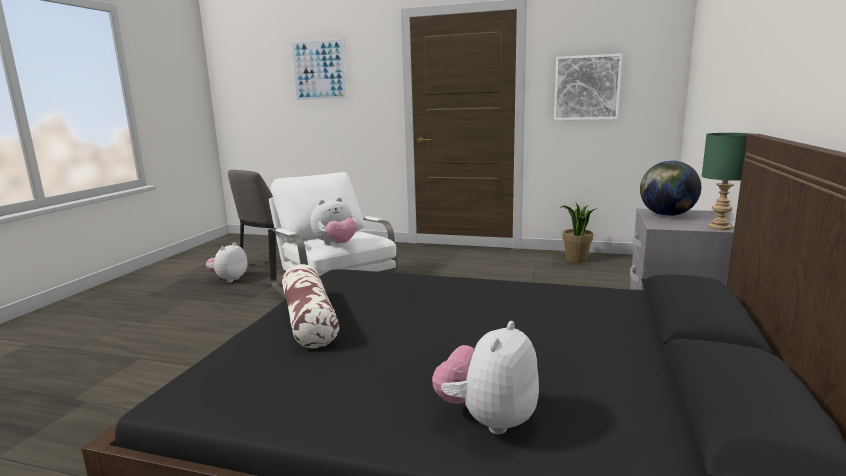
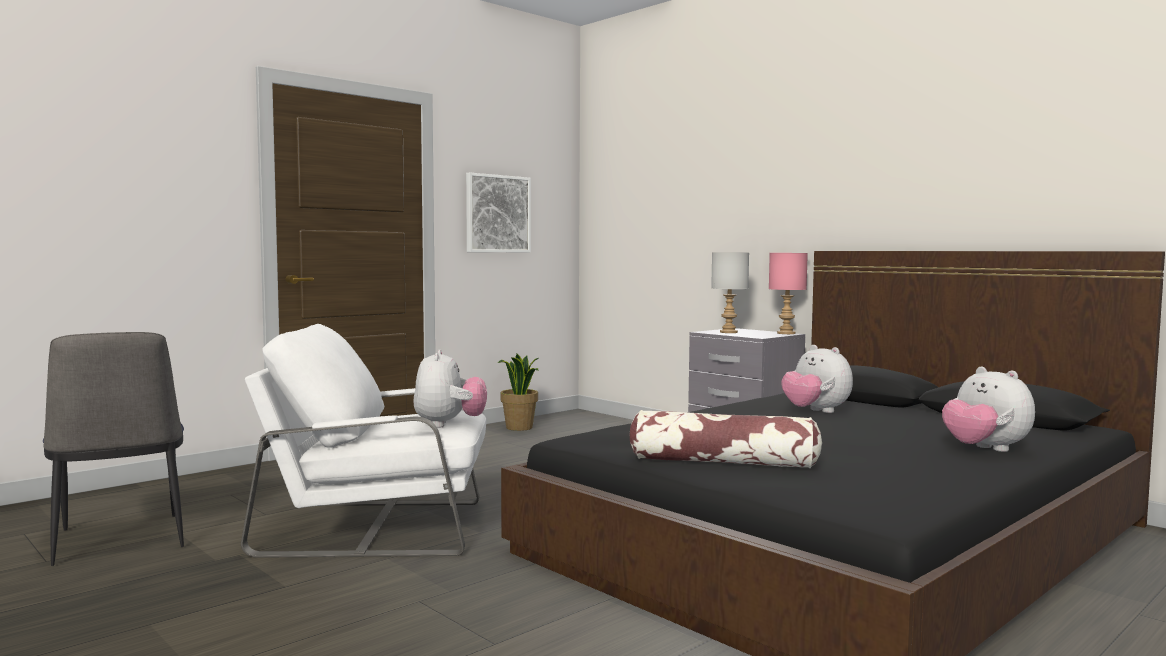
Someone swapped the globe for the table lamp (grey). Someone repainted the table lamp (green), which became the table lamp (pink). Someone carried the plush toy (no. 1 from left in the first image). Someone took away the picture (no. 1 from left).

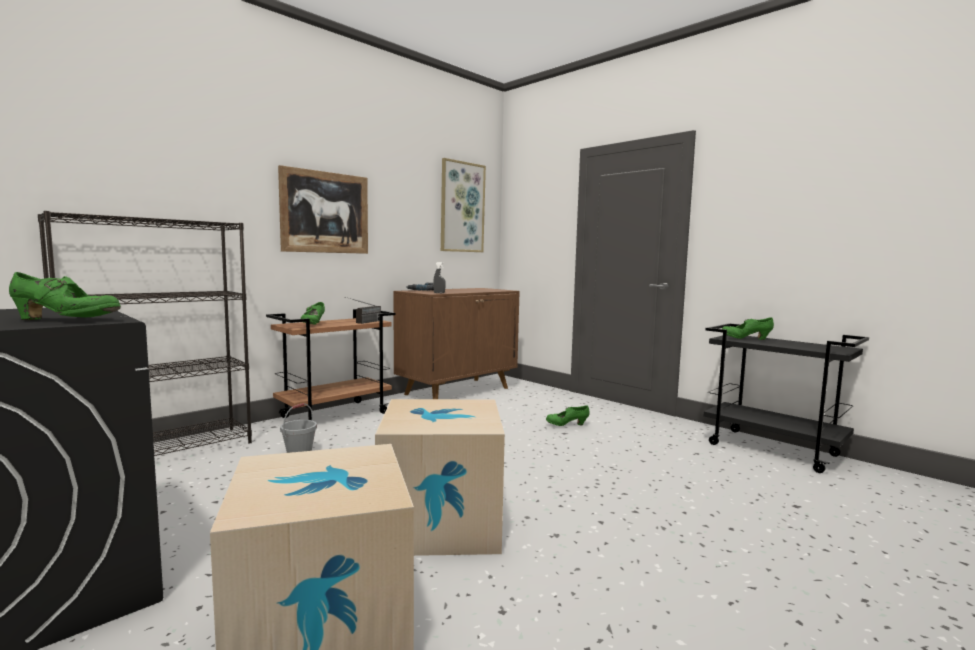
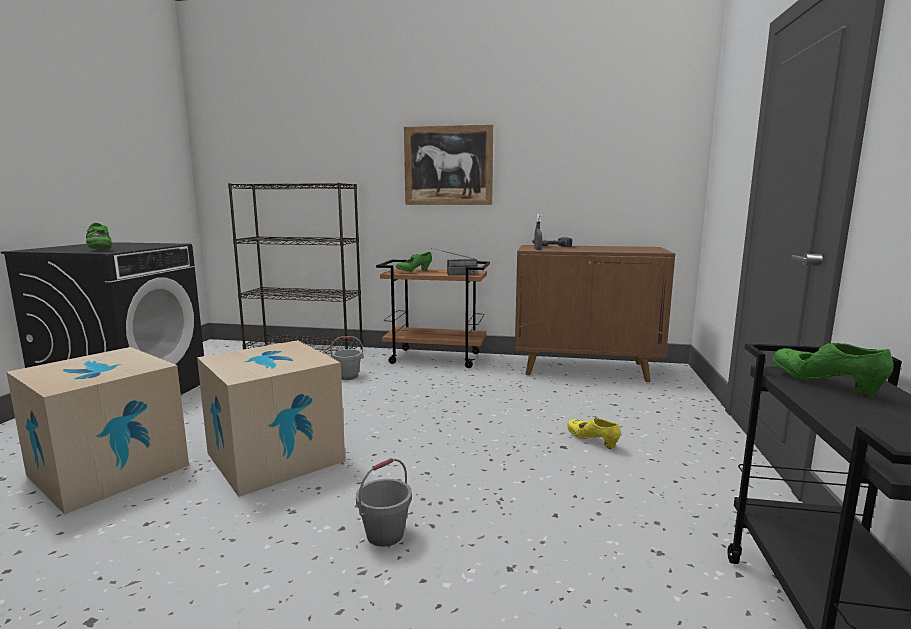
Someone put down the bucket (grey) (no. 2 from left). Someone repainted the shoe (green) (no. 3 from left), which became the shoe (yellow). Someone took away the picture (no. 2 from left).

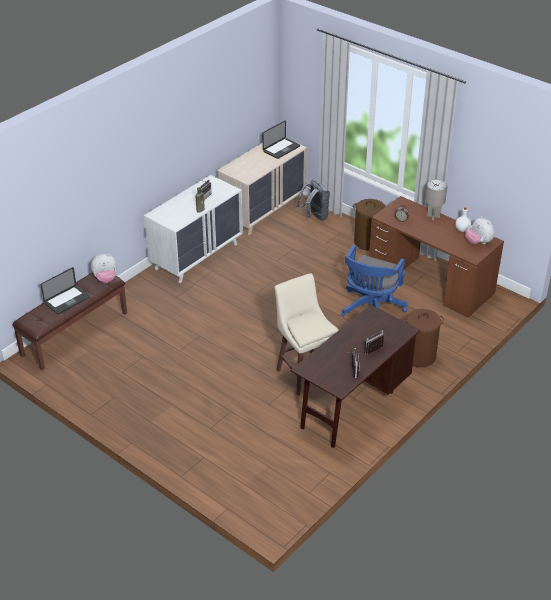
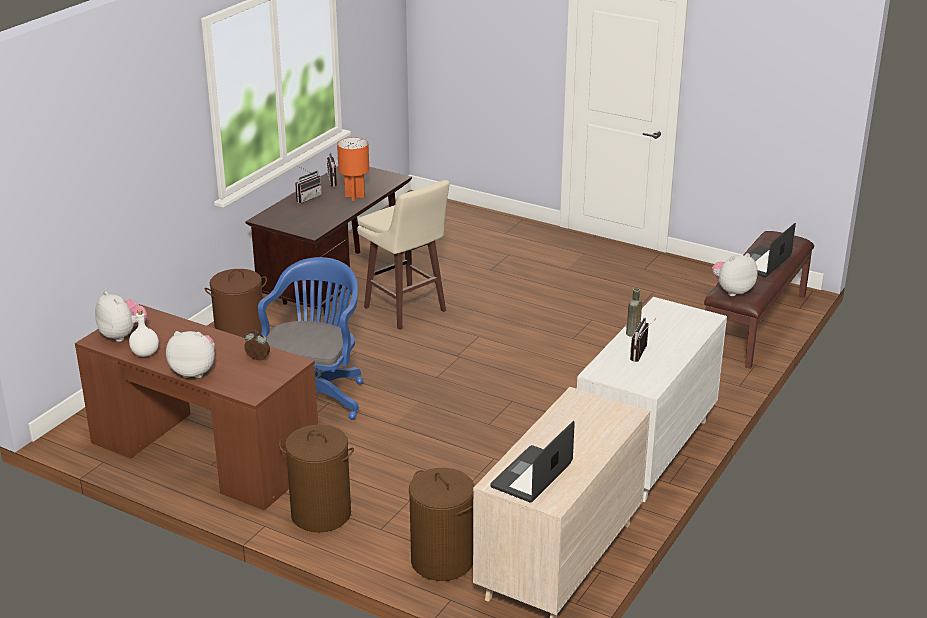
Someone swapped the table lamp (grey) for the plush toy (no. 2 from left). Someone put down the table lamp (orange). Someone swapped the backpack (grey) for the laundry basket (brown) (no. 3 from left).

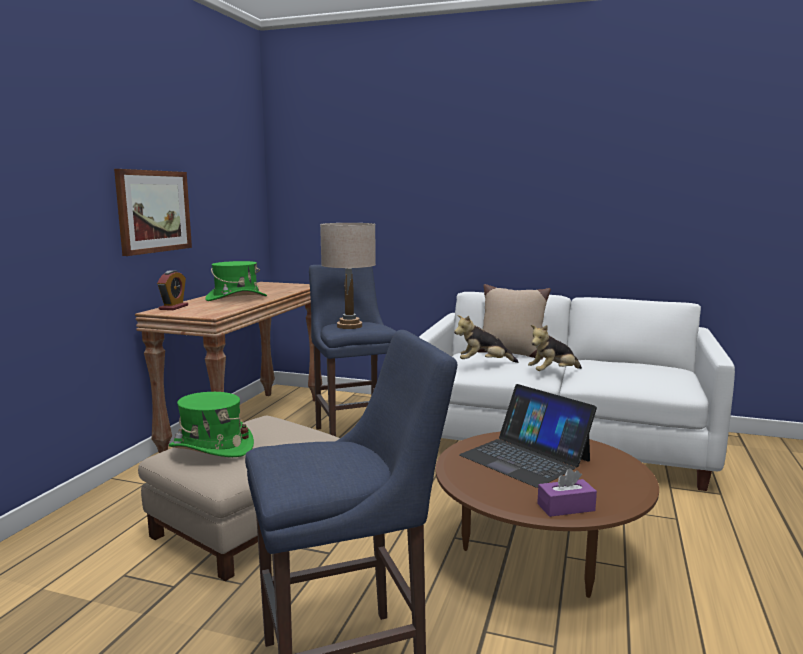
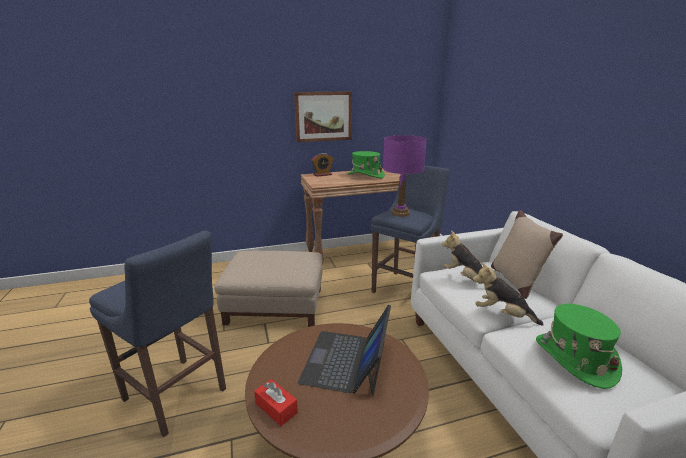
Someone repainted the tissue box (purple), which became the tissue box (red). Someone repainted the table lamp (beige), which became the table lamp (purple). Someone carried the hat (green) (no. 1 from left in the first image).

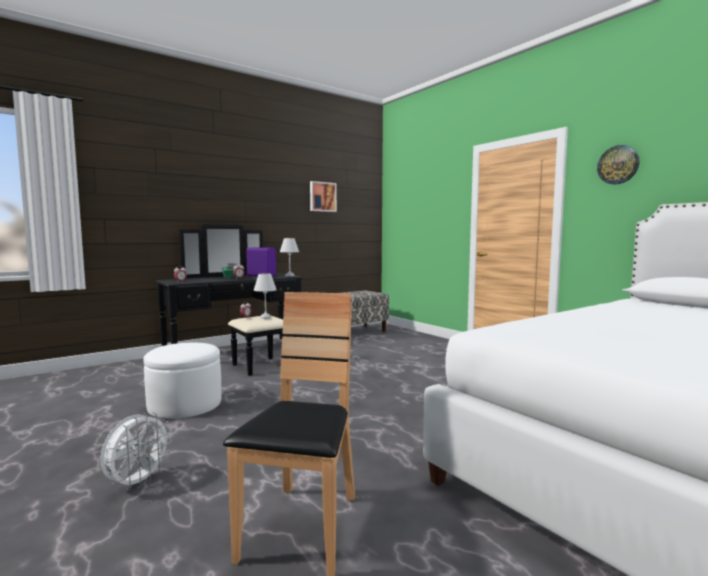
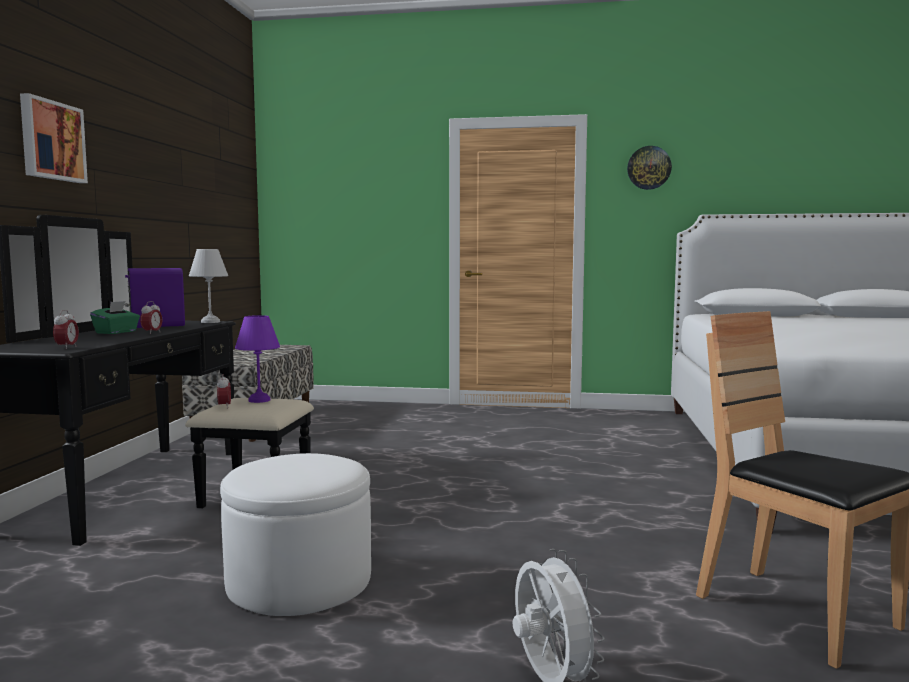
Someone carried the picture. Someone repainted the table lamp (white) (no. 1 from left), which became the table lamp (purple).

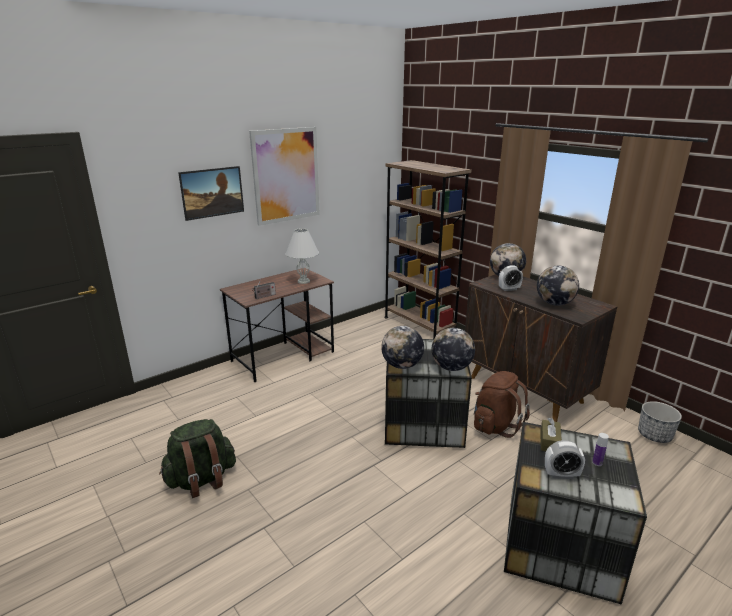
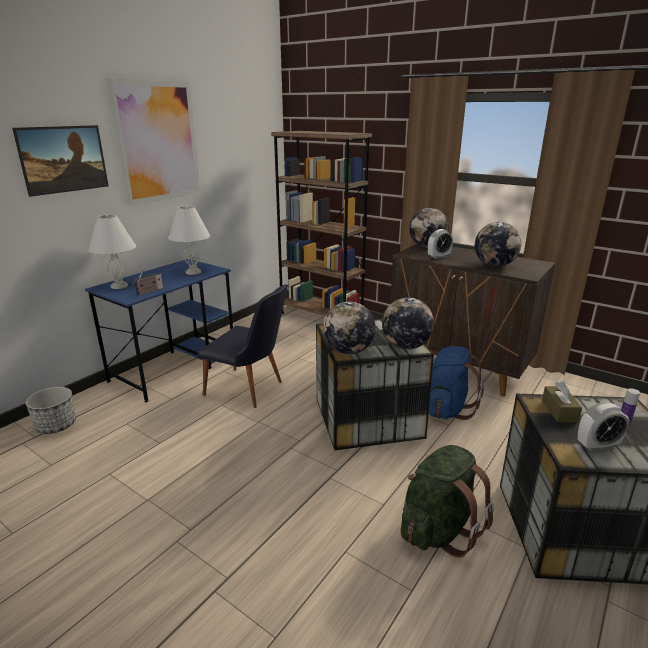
Someone carried the planter. Someone repainted the desk (brown), which became the desk (blue). Someone put down the table lamp (white) (no. 1 from left). Someone put down the chair (black). Someone carried the backpack (green). Someone repainted the backpack (brown), which became the backpack (blue).

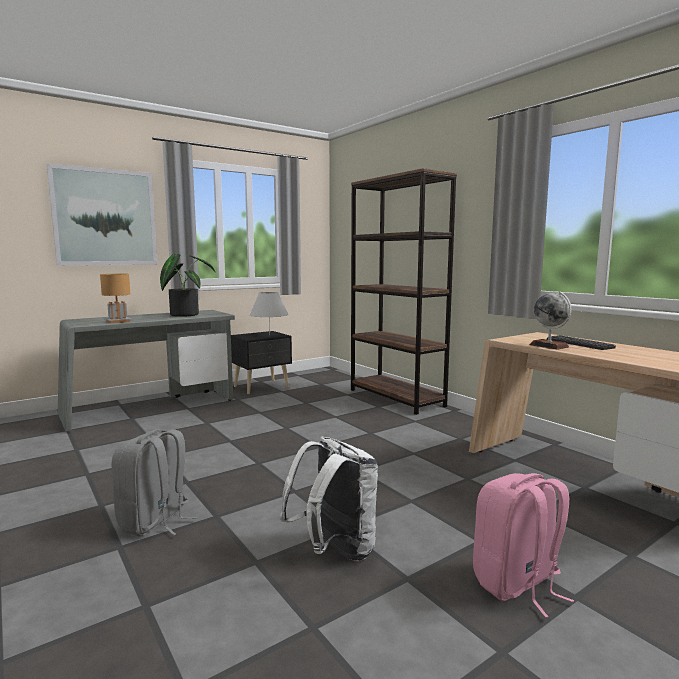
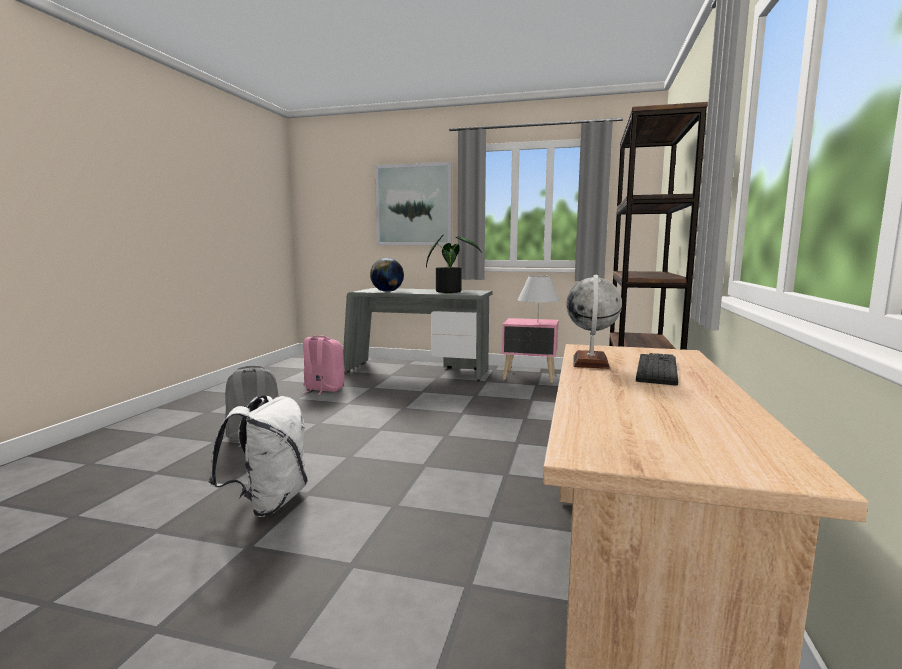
Someone carried the backpack (pink). Someone swapped the table lamp (brown) for the globe (no. 1 from left). Someone repainted the nightstand (black), which became the nightstand (pink).

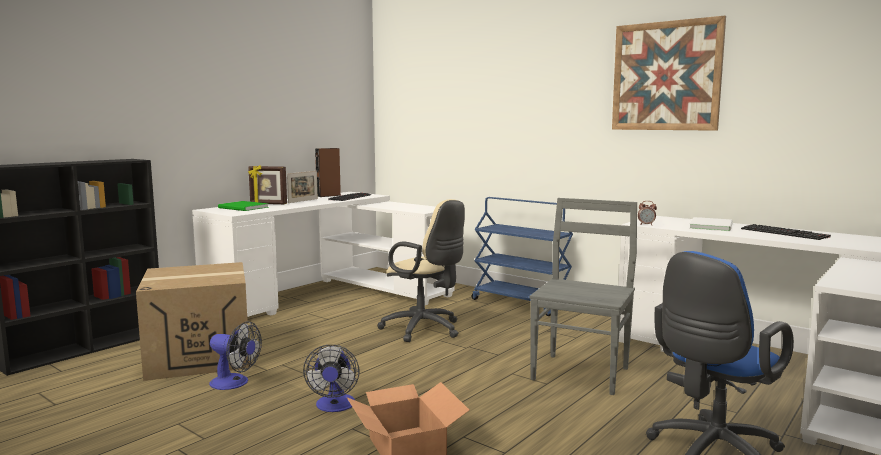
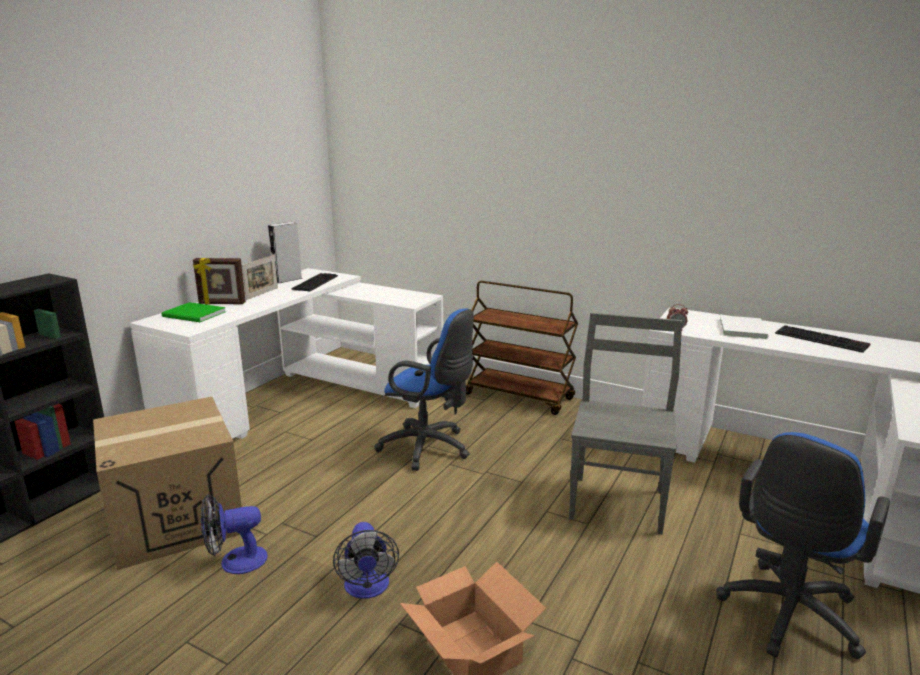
Someone rotated the fan (no. 1 from left) by 150 degrees clockwise. Someone repainted the speaker (brown), which became the speaker (grey). Someone repainted the office chair (beige), which became the office chair (blue) (no. 1 from left). Someone repainted the cart (blue), which became the cart (brown). Someone took away the picture.

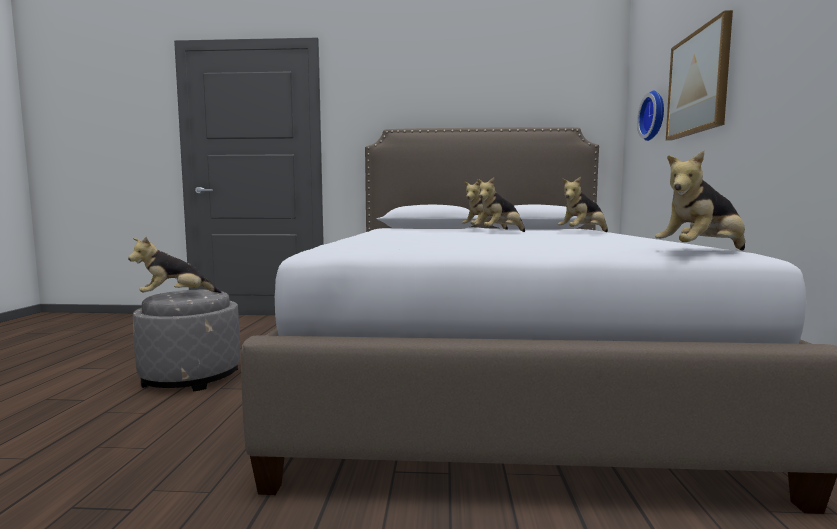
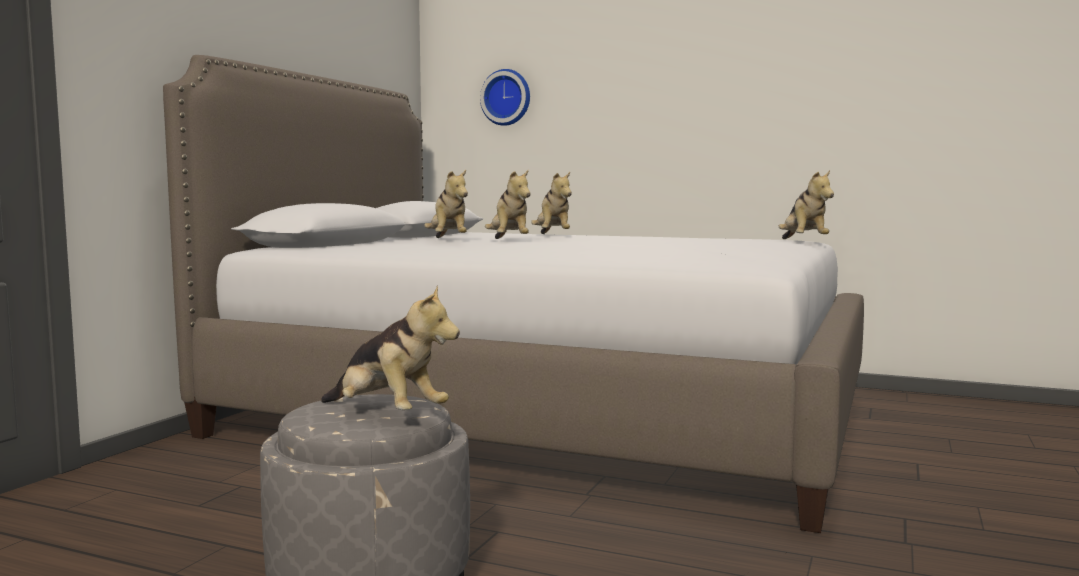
Someone rotated the plush toy (no. 1 from left) by 45 degrees counterclockwise. Someone took away the picture.

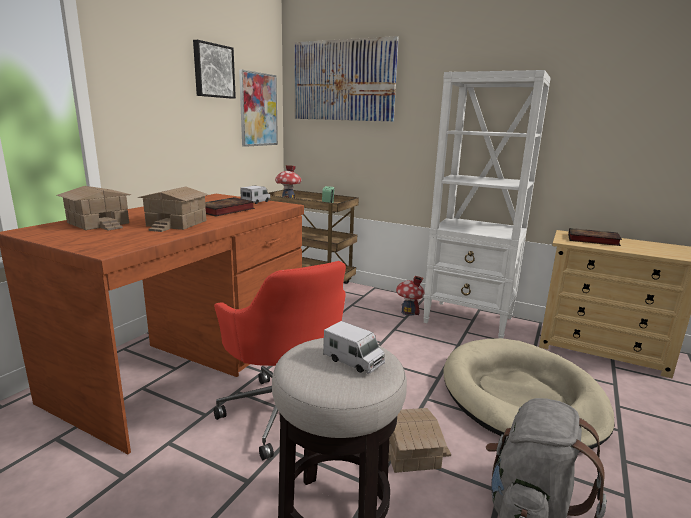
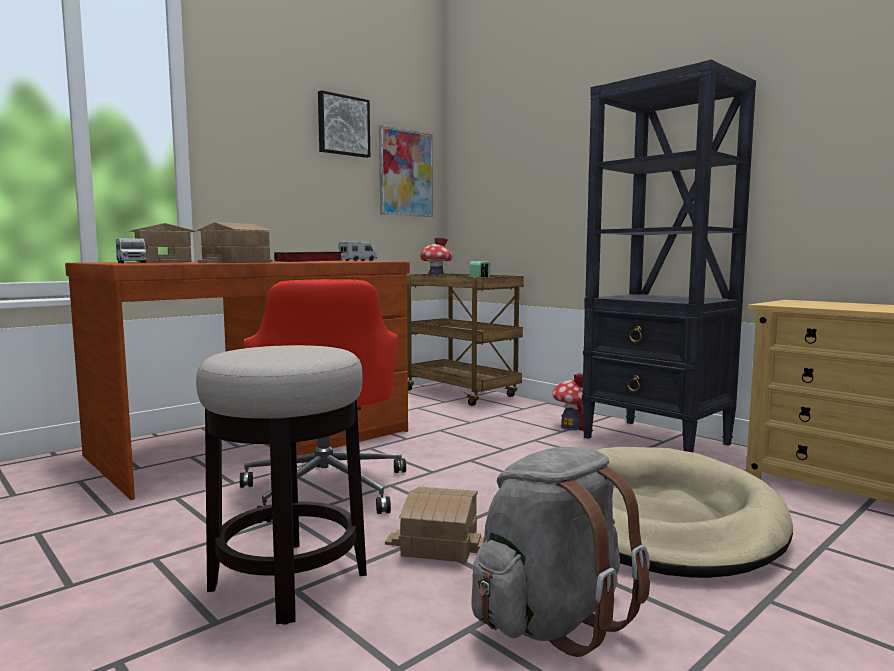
Someone carried the toy truck (no. 2 from left in the first image). Someone repainted the bookcase (white), which became the bookcase (black). Someone took away the picture (no. 3 from left). Someone took away the book (no. 2 from left).

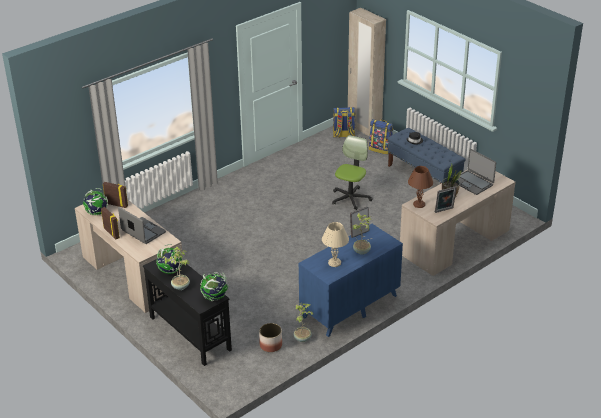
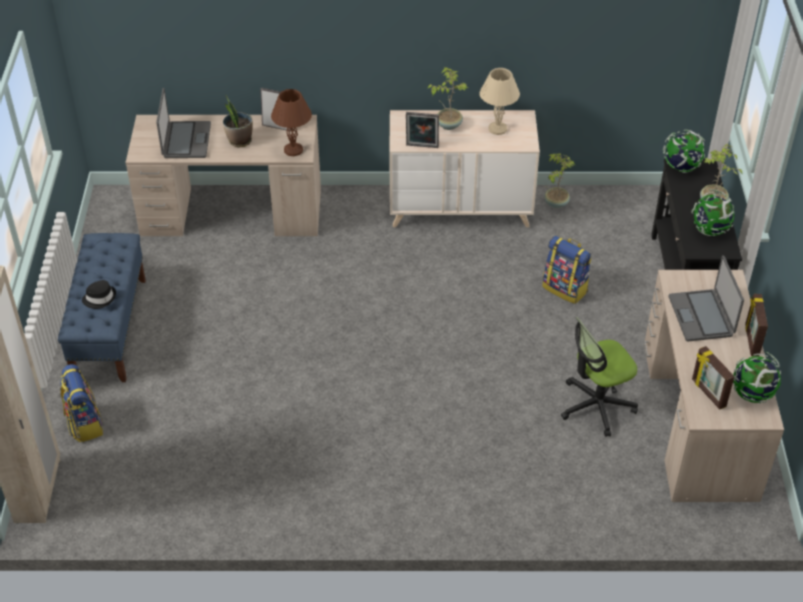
Someone repainted the dresser (blue), which became the dresser (beige). Someone carried the backpack (no. 1 from left in the first image). Someone carried the office chair. Someone took away the planter.

